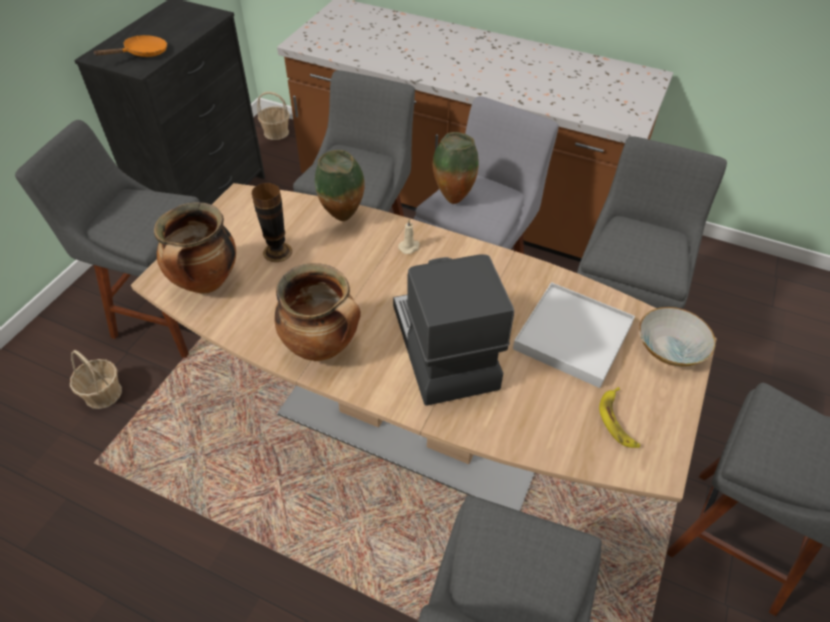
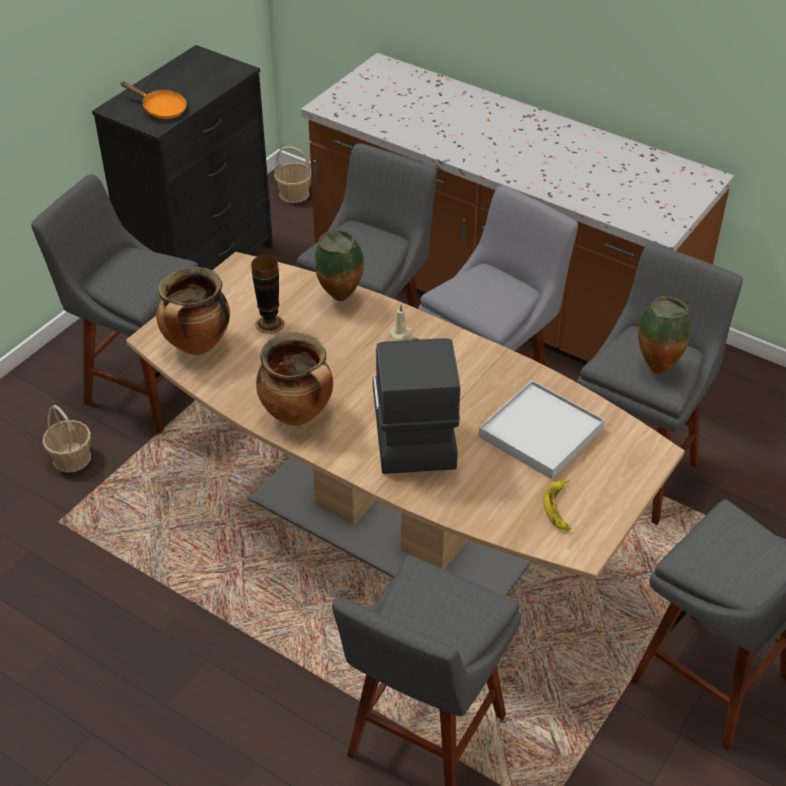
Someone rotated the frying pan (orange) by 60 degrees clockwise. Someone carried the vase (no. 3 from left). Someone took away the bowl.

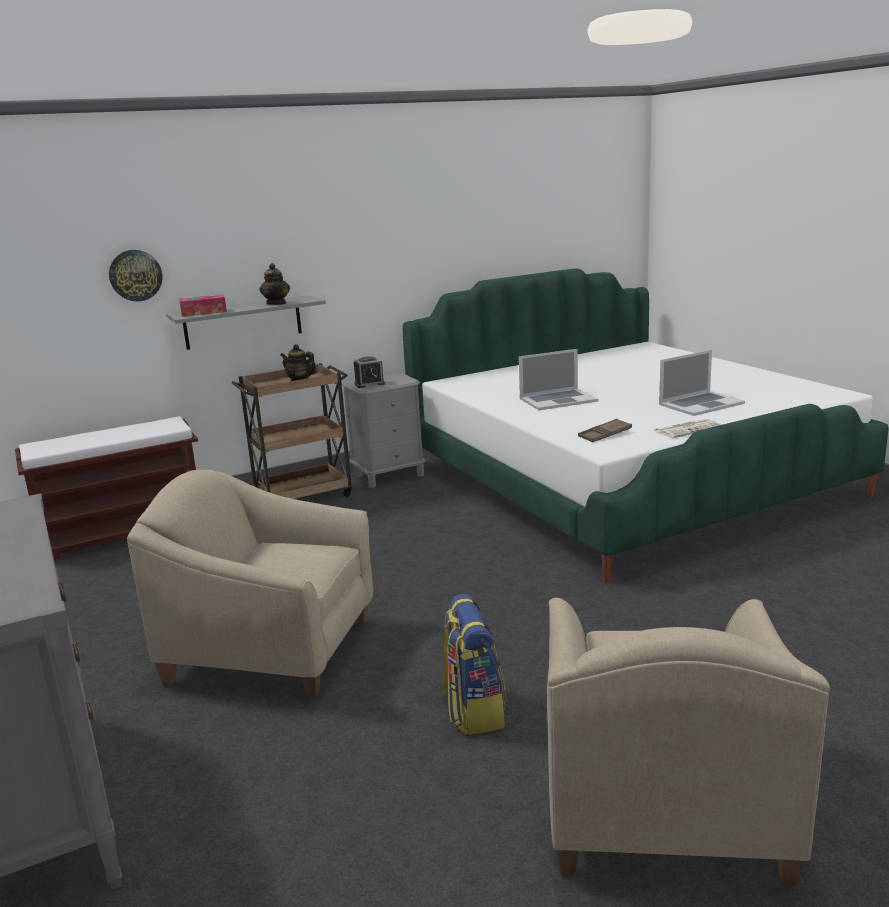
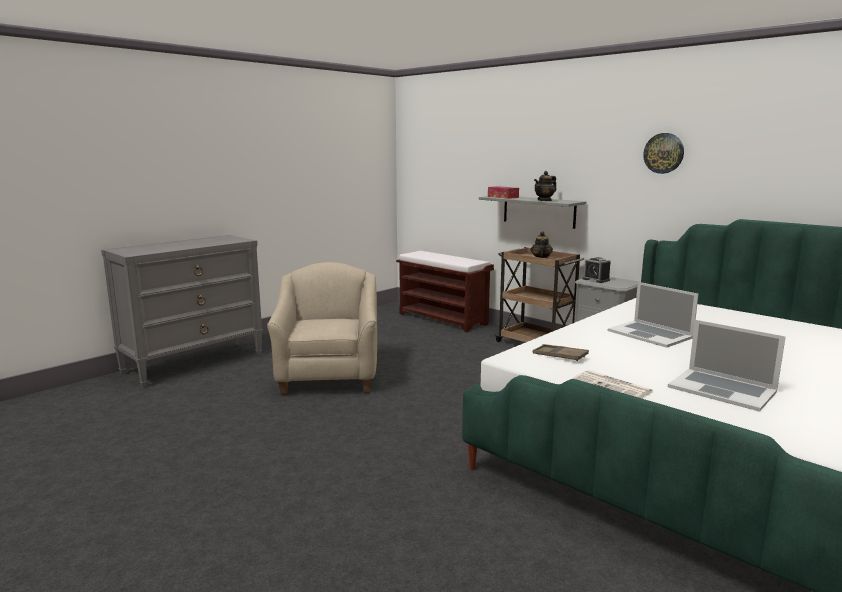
Someone carried the wall clock. Someone took away the backpack. Someone took away the armchair (beige) (no. 2 from left).

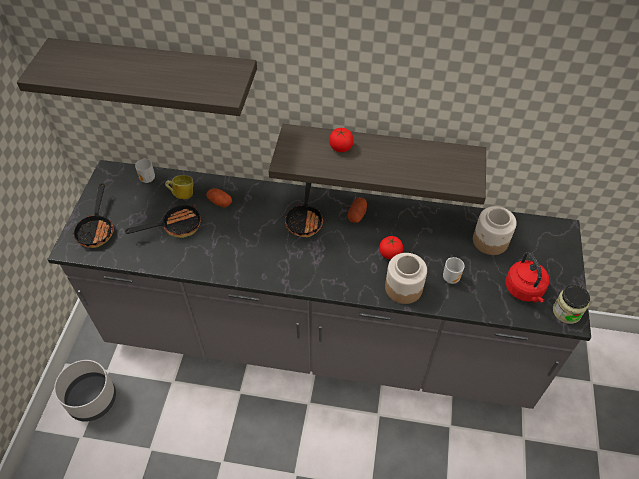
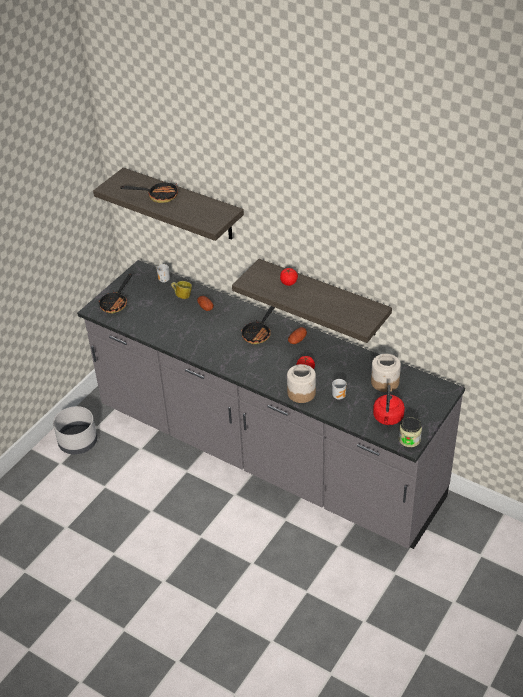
Someone carried the frying pan (no. 2 from left).

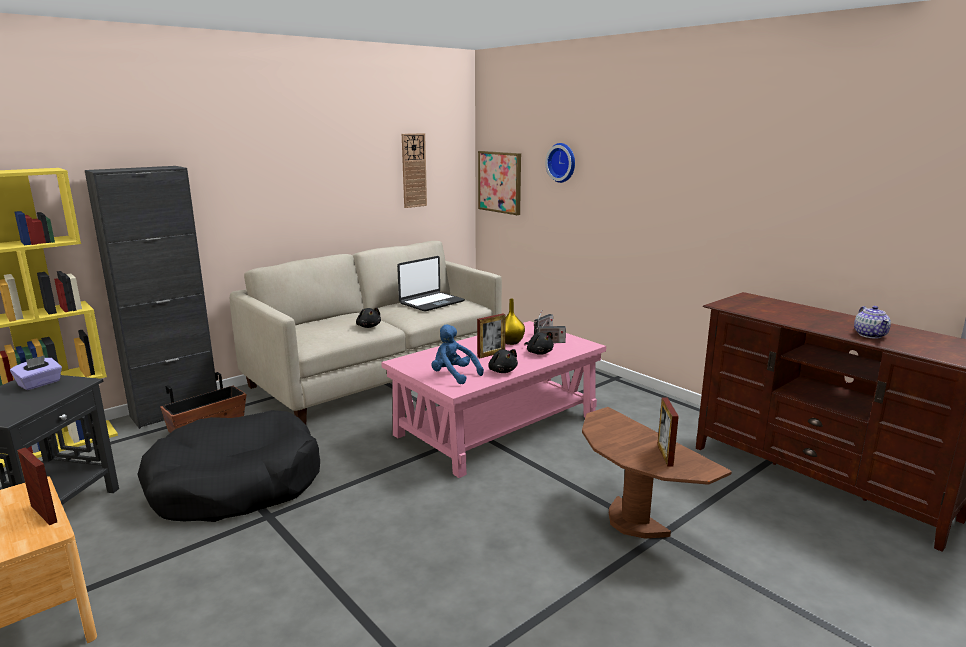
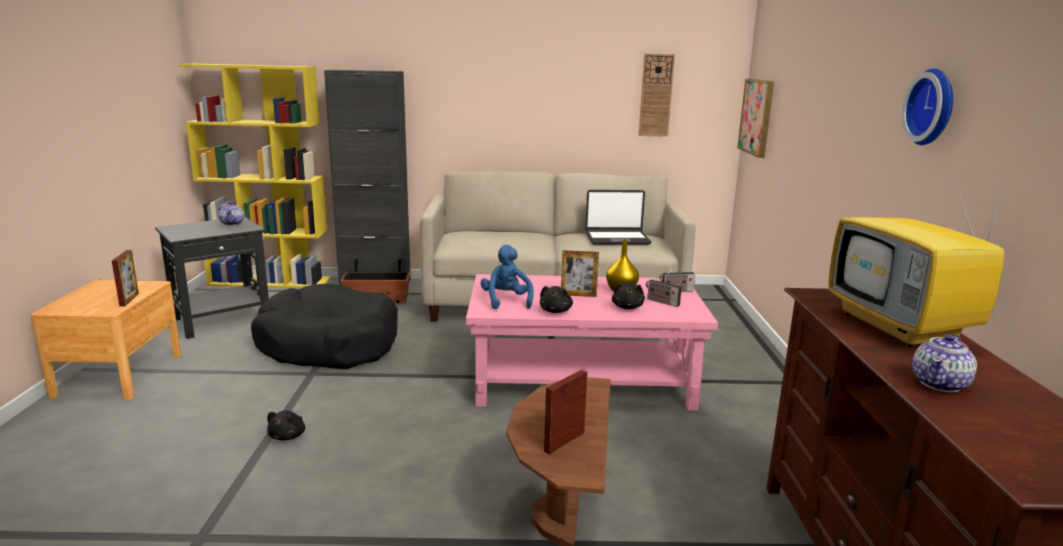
Someone swapped the tissue box (purple) for the teapot (no. 1 from left). Someone carried the plush toy (black) (no. 1 from left). Someone put down the television. Someone carried the wall clock (no. 2 from left).

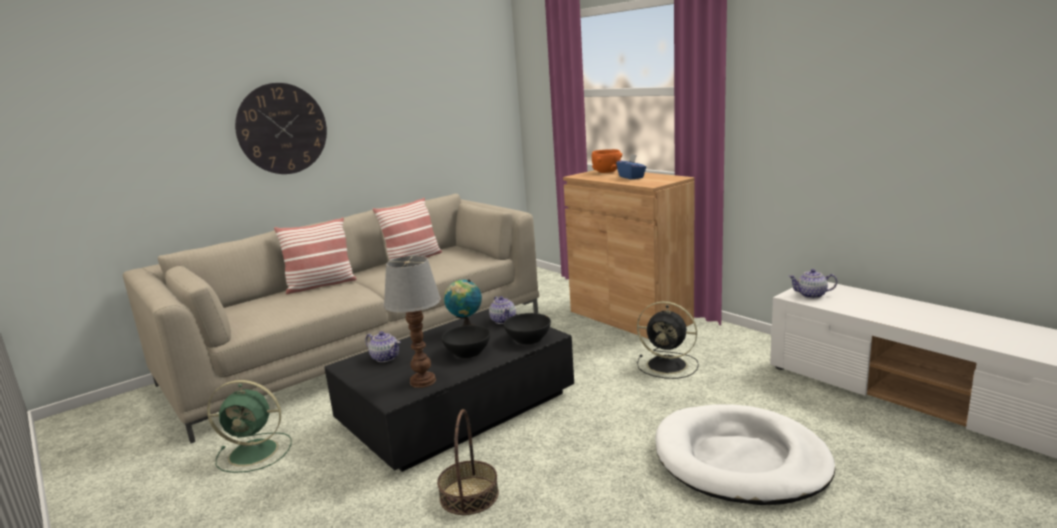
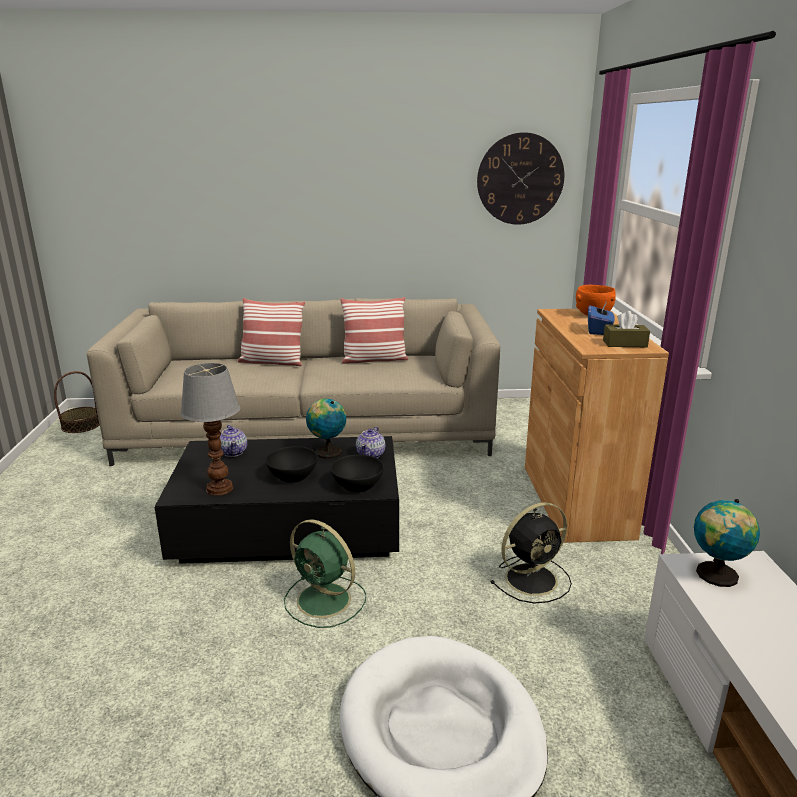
Someone carried the basket. Someone carried the fan (green). Someone carried the wall clock. Someone rotated the fan (black) by 90 degrees counterclockwise. Someone put down the tissue box (brown). Someone swapped the teapot (no. 3 from left) for the globe (no. 2 from left).

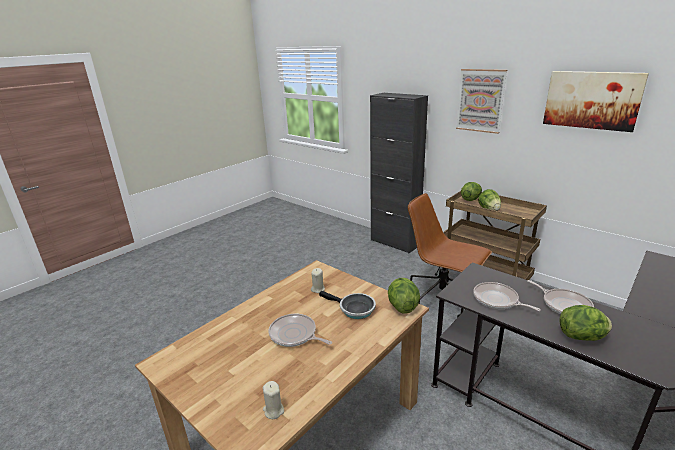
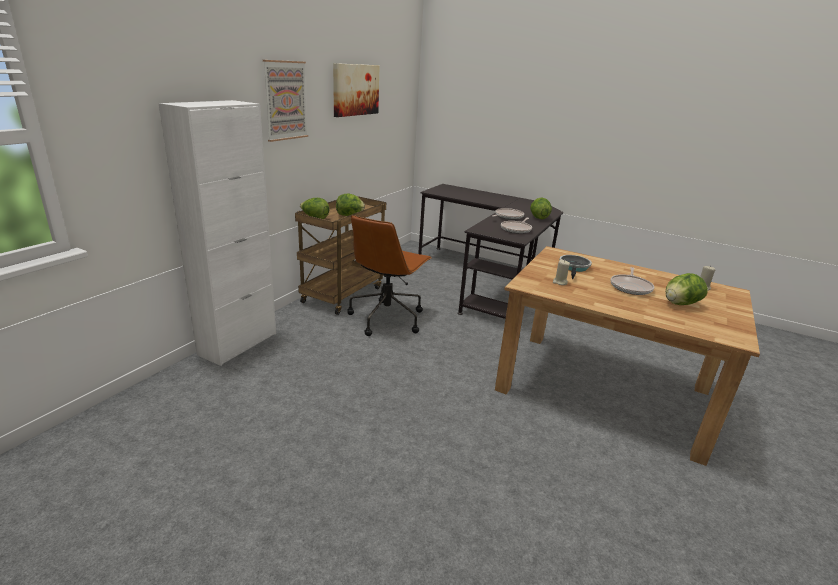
Someone repainted the cabinet (black), which became the cabinet (white). Someone carried the lettuce (no. 1 from left in the first image).

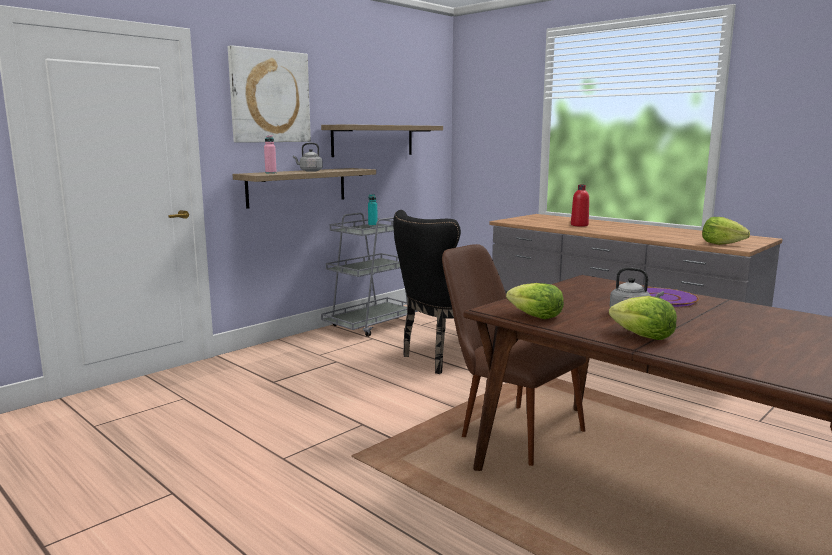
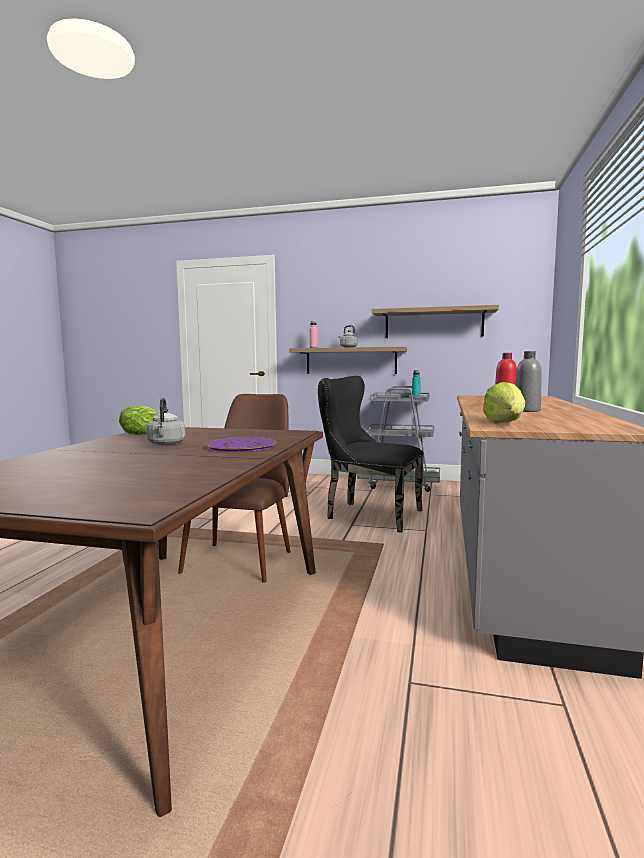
Someone put down the bottle (grey). Someone took away the picture. Someone took away the lettuce (no. 2 from left).

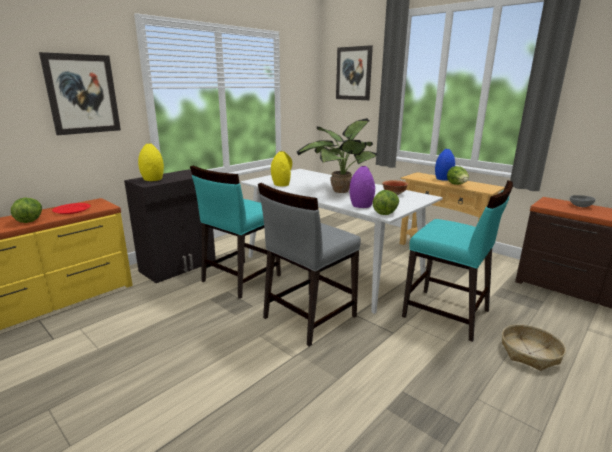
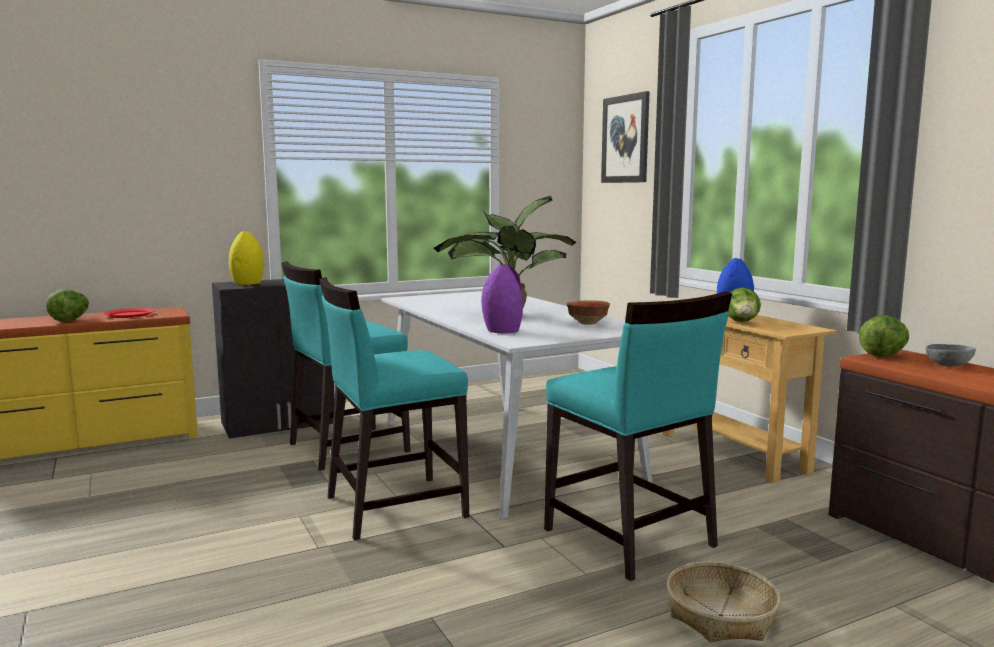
Someone repainted the chair (grey), which became the chair (turquoise) (no. 2 from left). Someone carried the lettuce (no. 2 from left in the first image). Someone took away the picture (no. 1 from left). Someone took away the vase (yellow) (no. 2 from left).

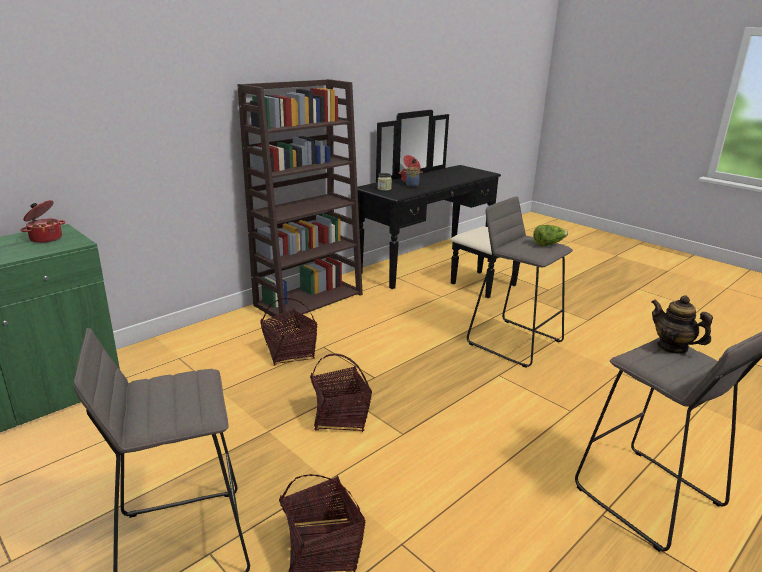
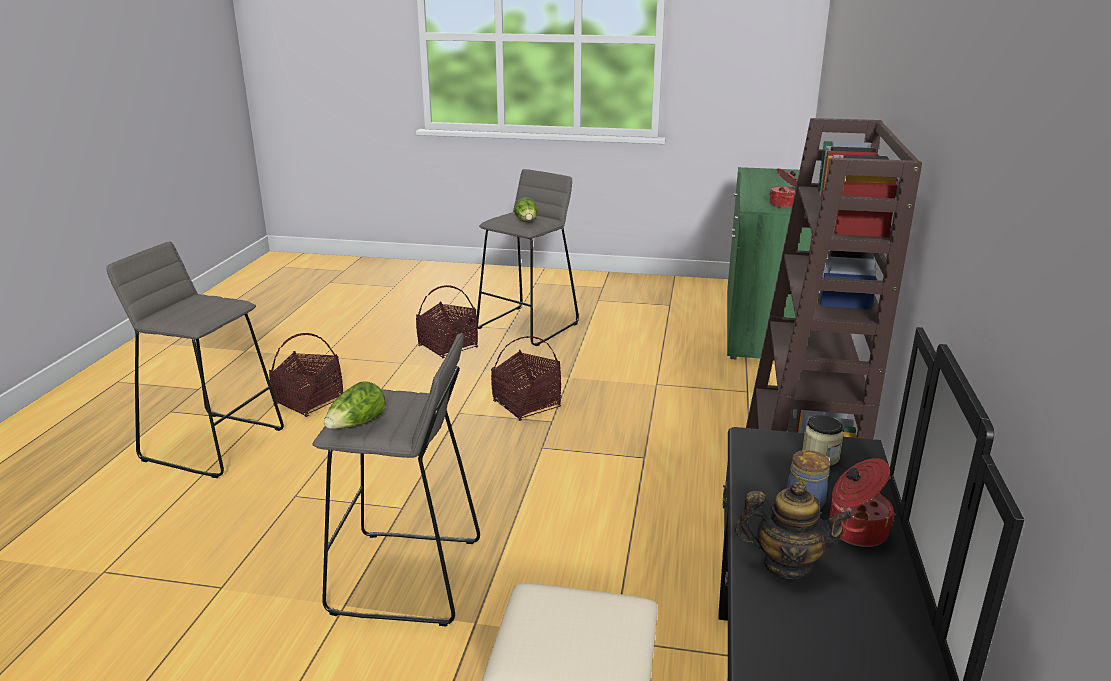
Someone carried the basket (no. 1 from left). Someone put down the lettuce (no. 2 from left). Someone carried the teapot.

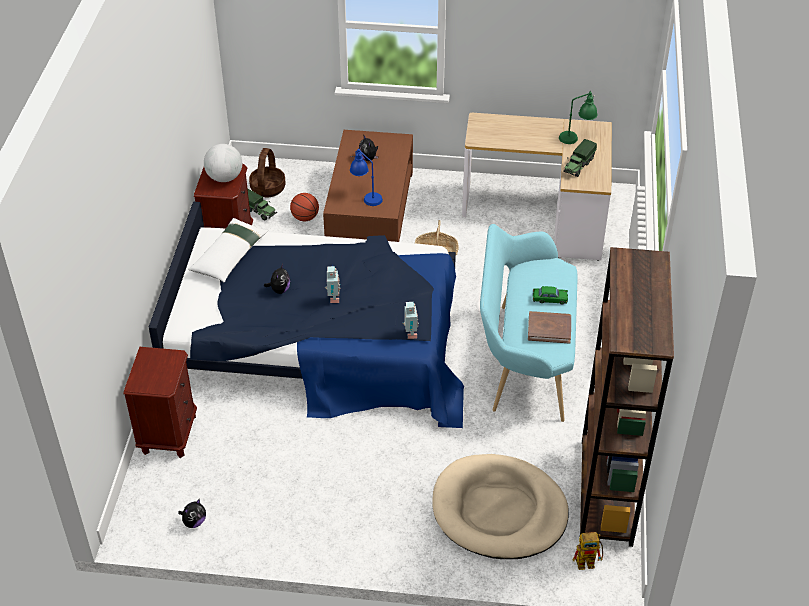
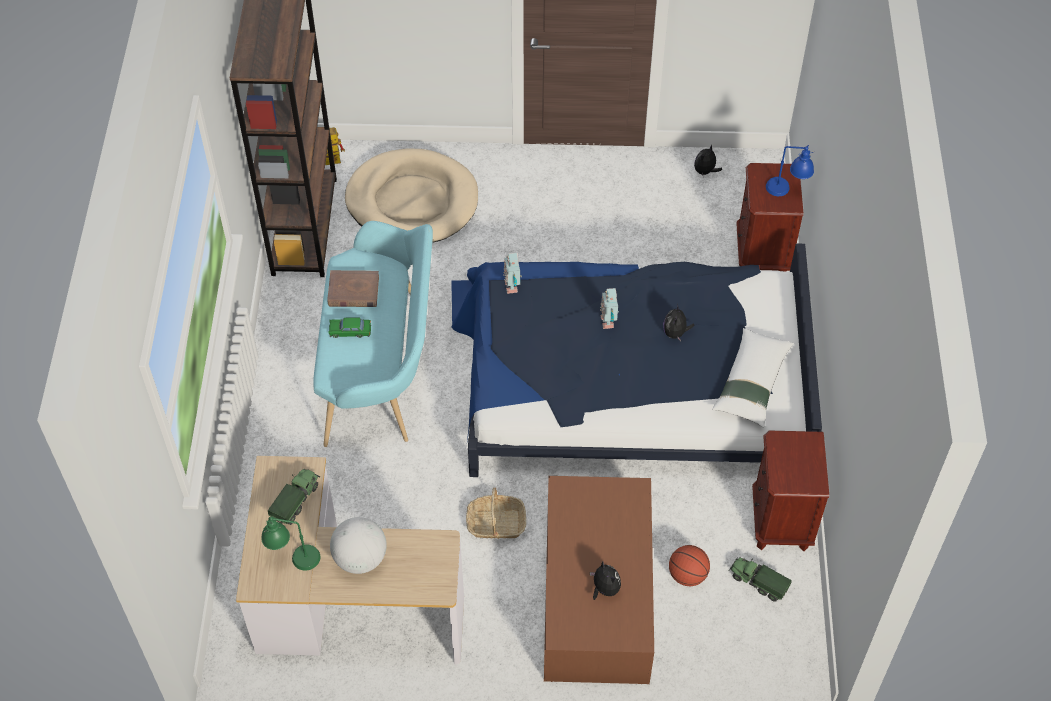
Someone carried the globe. Someone carried the table lamp (blue). Someone took away the basket (no. 1 from left).

